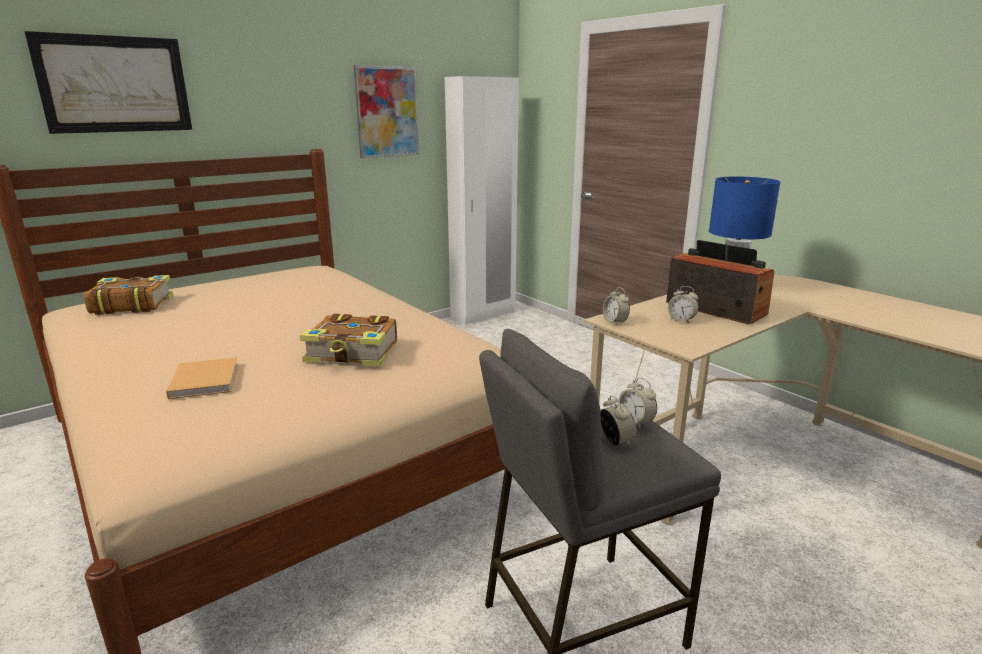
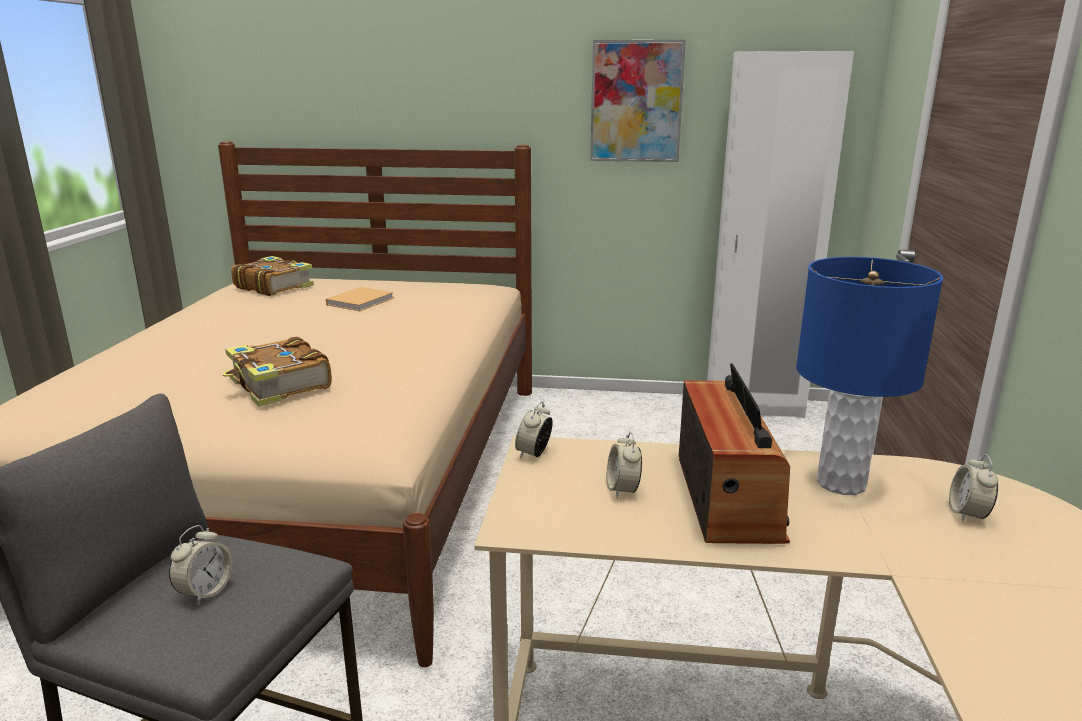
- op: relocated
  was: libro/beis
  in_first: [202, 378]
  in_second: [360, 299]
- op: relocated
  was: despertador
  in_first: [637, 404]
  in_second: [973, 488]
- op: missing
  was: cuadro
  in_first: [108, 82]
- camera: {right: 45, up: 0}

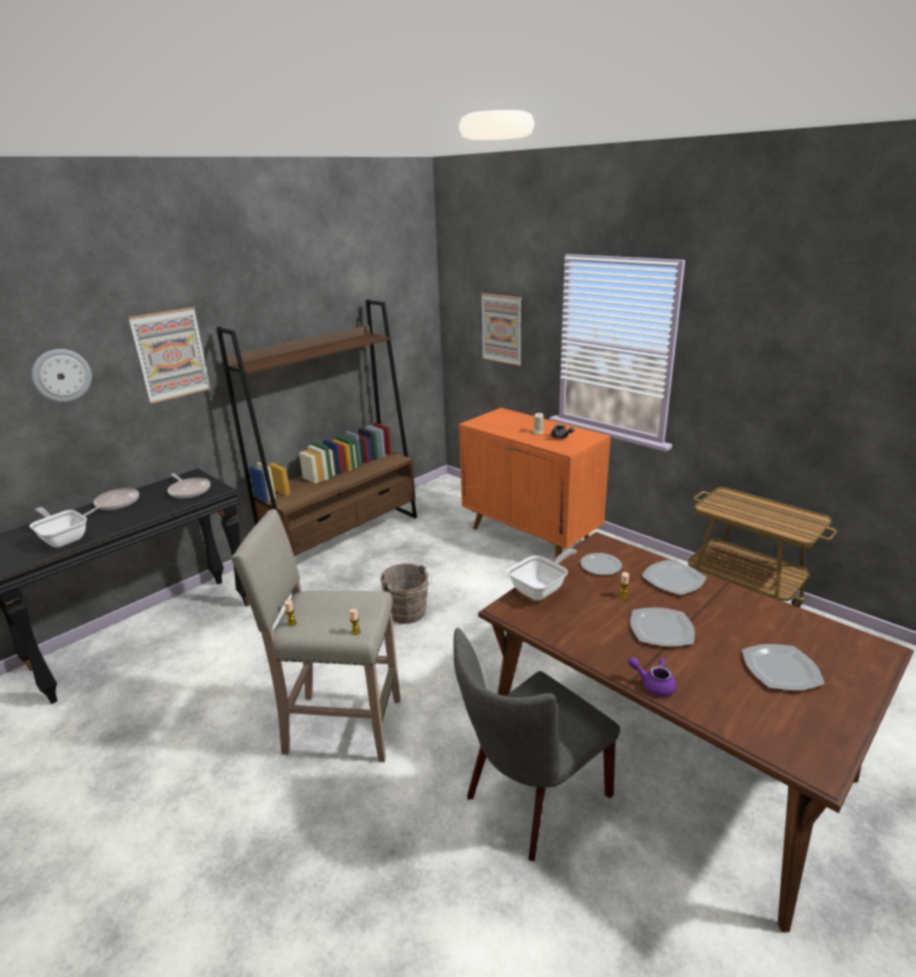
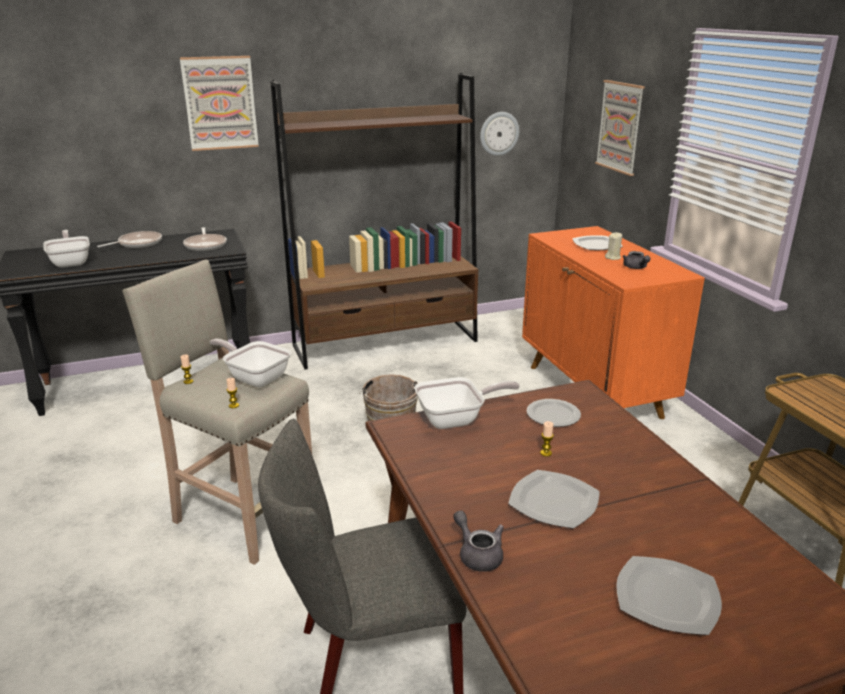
- op: appeared
  now: sartén
  in_second: [250, 363]
- op: colour
  was: tetera/morado
  now: tetera/gris
  in_first: [652, 677]
  in_second: [478, 541]
- op: relocated
  was: reloj de pared
  in_first: [61, 375]
  in_second: [499, 134]
- op: relocated
  was: plato
  in_first: [674, 577]
  in_second: [597, 243]
- camera: {right: 25, up: 0}

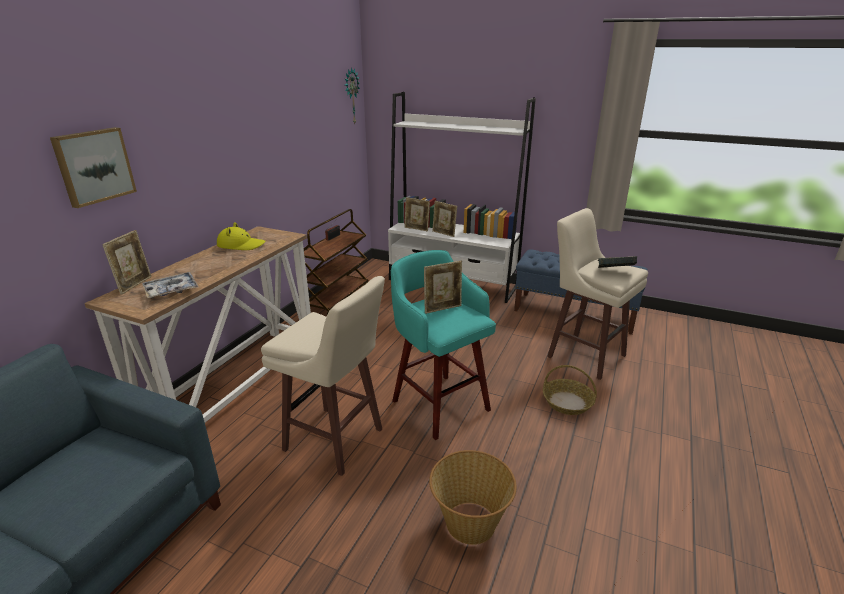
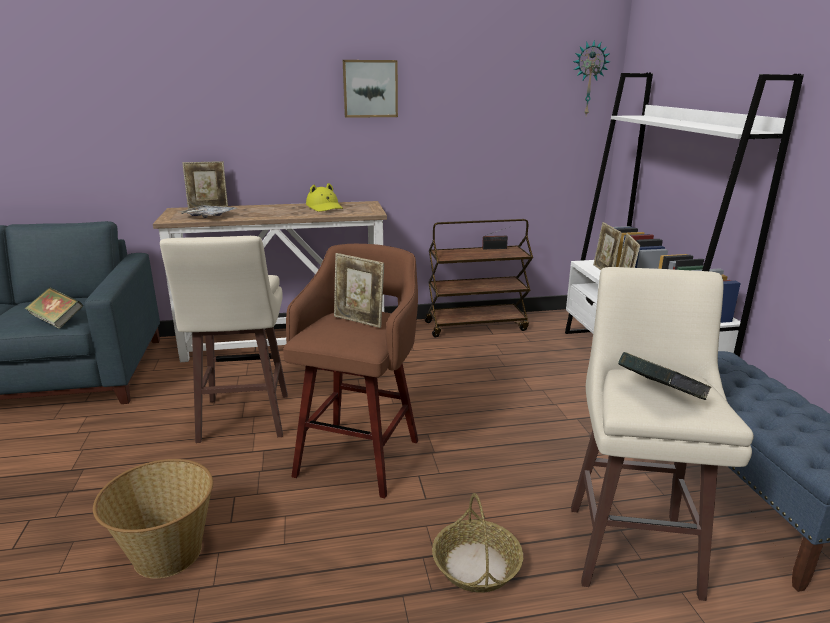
- op: appeared
  now: libro
  in_second: [54, 308]
- op: colour
  was: taburete/turquesa
  now: taburete/marrón
  in_first: [443, 345]
  in_second: [350, 371]
- op: relocated
  was: cuadro
  in_first: [93, 167]
  in_second: [370, 89]
- camera: {right: 55, up: -5}

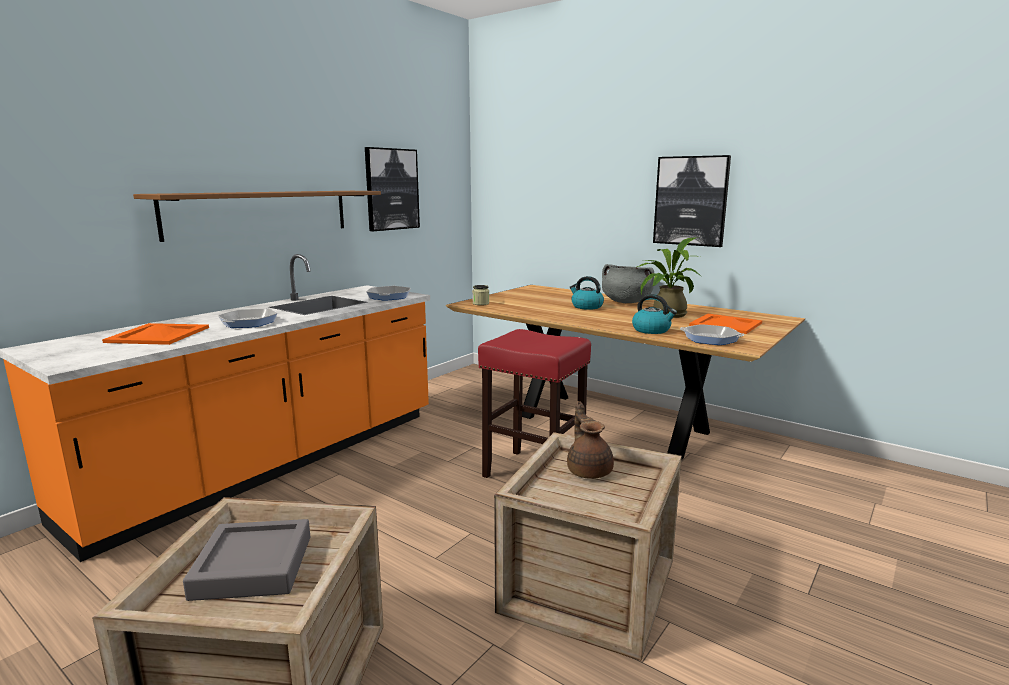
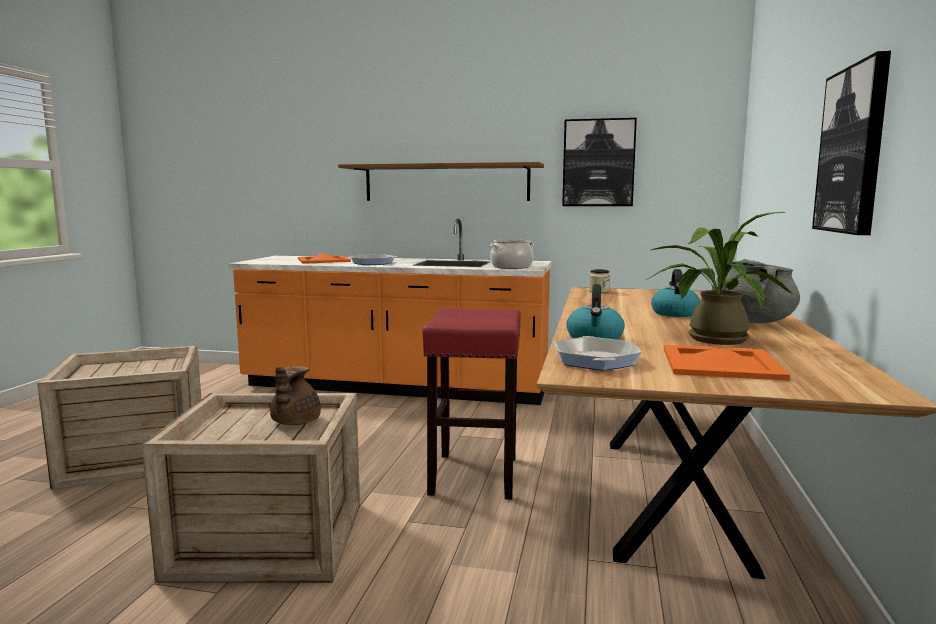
- op: spun
  was: tetera/marrón
  in_first: [590, 440]
  in_second: [295, 395]
  clockwise: 135
- op: exchanged
  was: sartén
  now: olla
  in_first: [389, 293]
  in_second: [512, 254]
- op: missing
  was: bandeja/gris
  in_first: [246, 560]
- camera: {right: 65, up: -5}

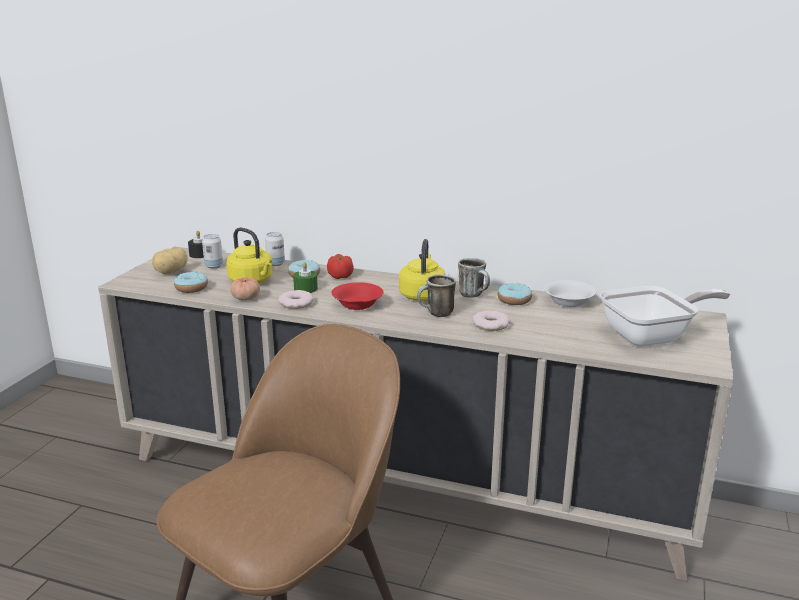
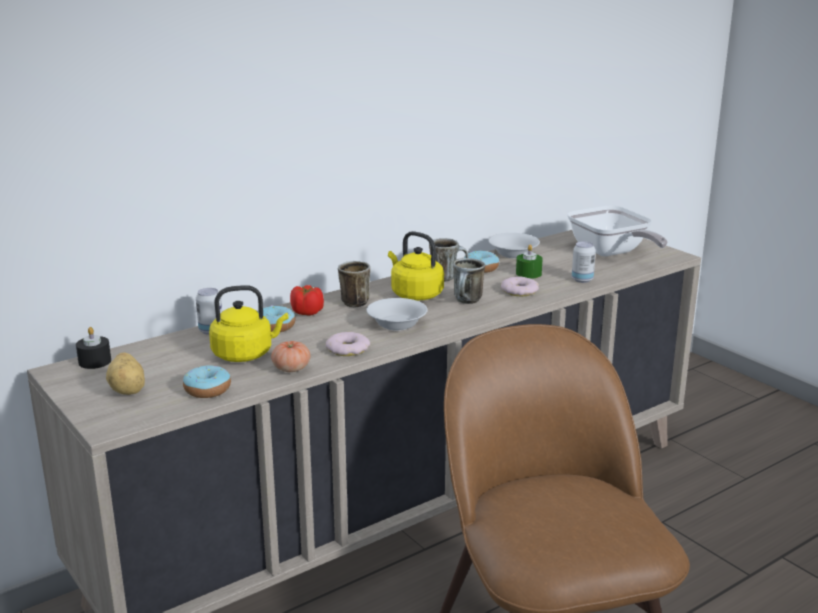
- op: appeared
  now: taza grande
  in_second: [354, 284]
- op: colour
  was: cuenco/rojo
  now: cuenco/blanco
  in_first: [357, 296]
  in_second: [397, 314]
- op: relocated
  was: vela/verde
  in_first: [305, 277]
  in_second: [529, 262]
- op: spun
  was: sartén
  in_first: [665, 316]
  in_second: [617, 230]
  clockwise: 135
- op: relocated
  was: lata
  in_first: [212, 251]
  in_second: [584, 262]
- camera: {right: -55, up: 0}

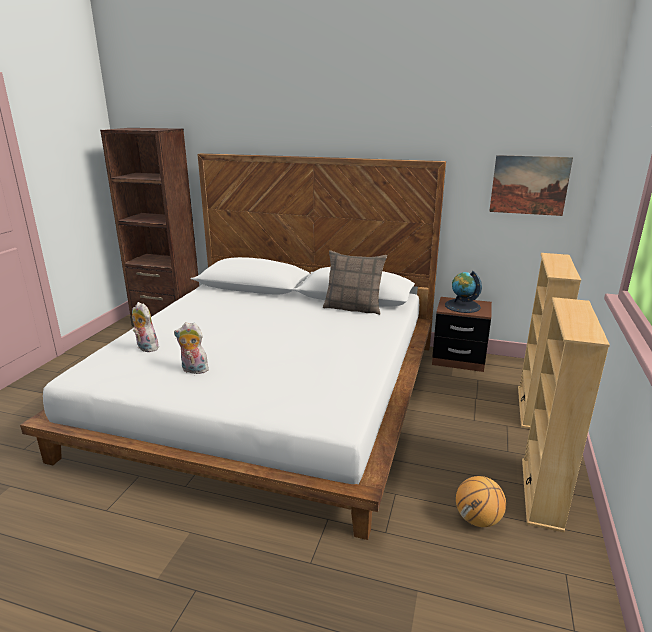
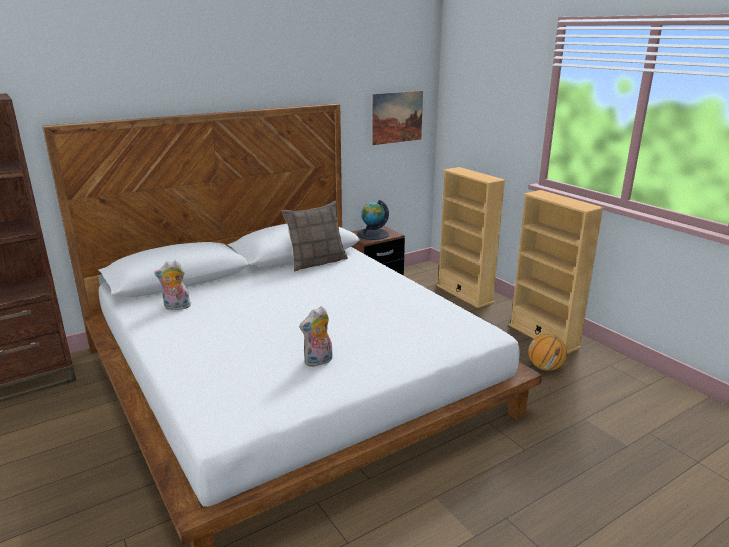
- op: relocated
  was: peluche
  in_first: [145, 327]
  in_second: [172, 285]
- camera: {right: -50, up: 0}

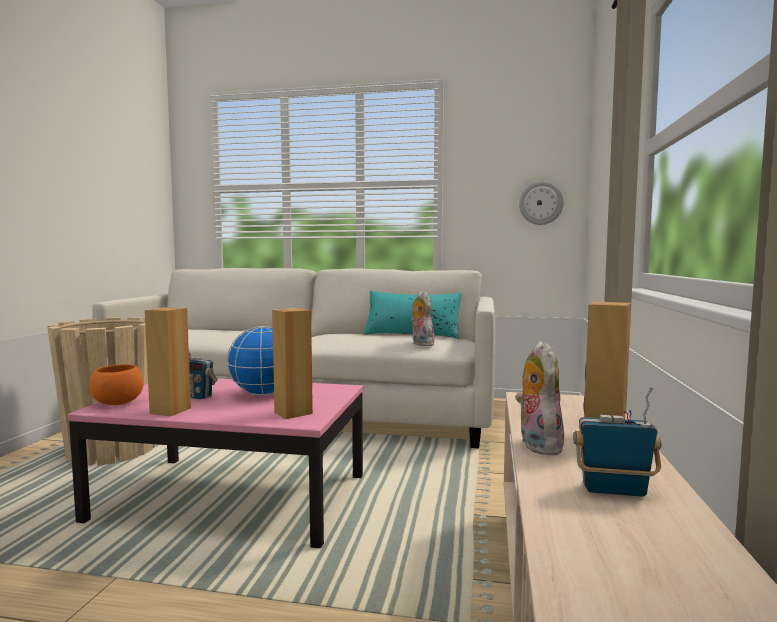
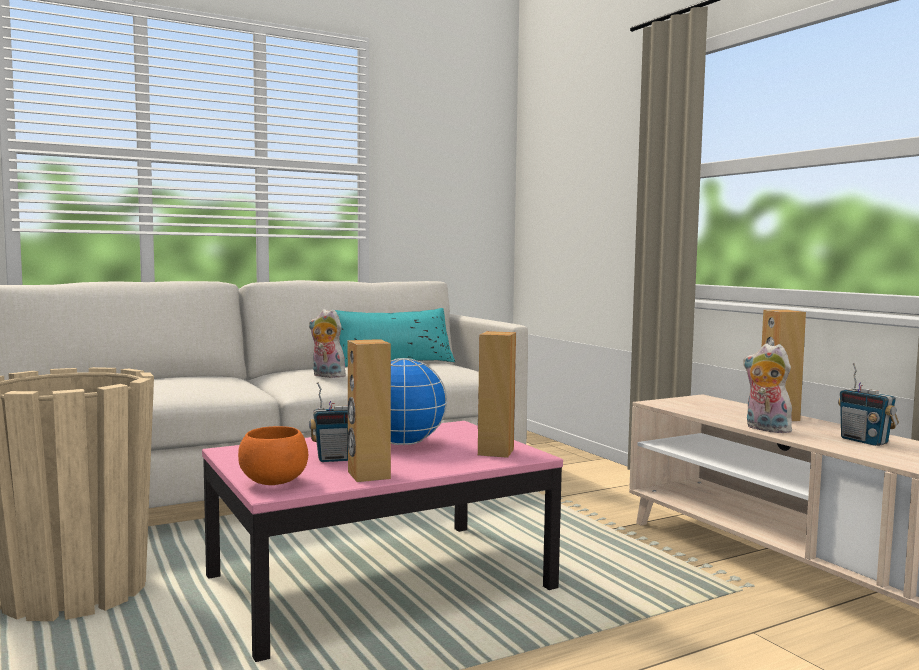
- op: relocated
  was: peluche
  in_first: [423, 319]
  in_second: [327, 343]
- op: spun
  was: radio
  in_first: [617, 442]
  in_second: [868, 404]
  clockwise: -90
- op: missing
  was: reloj de pared
  in_first: [541, 203]
- camera: {right: -40, up: 0}

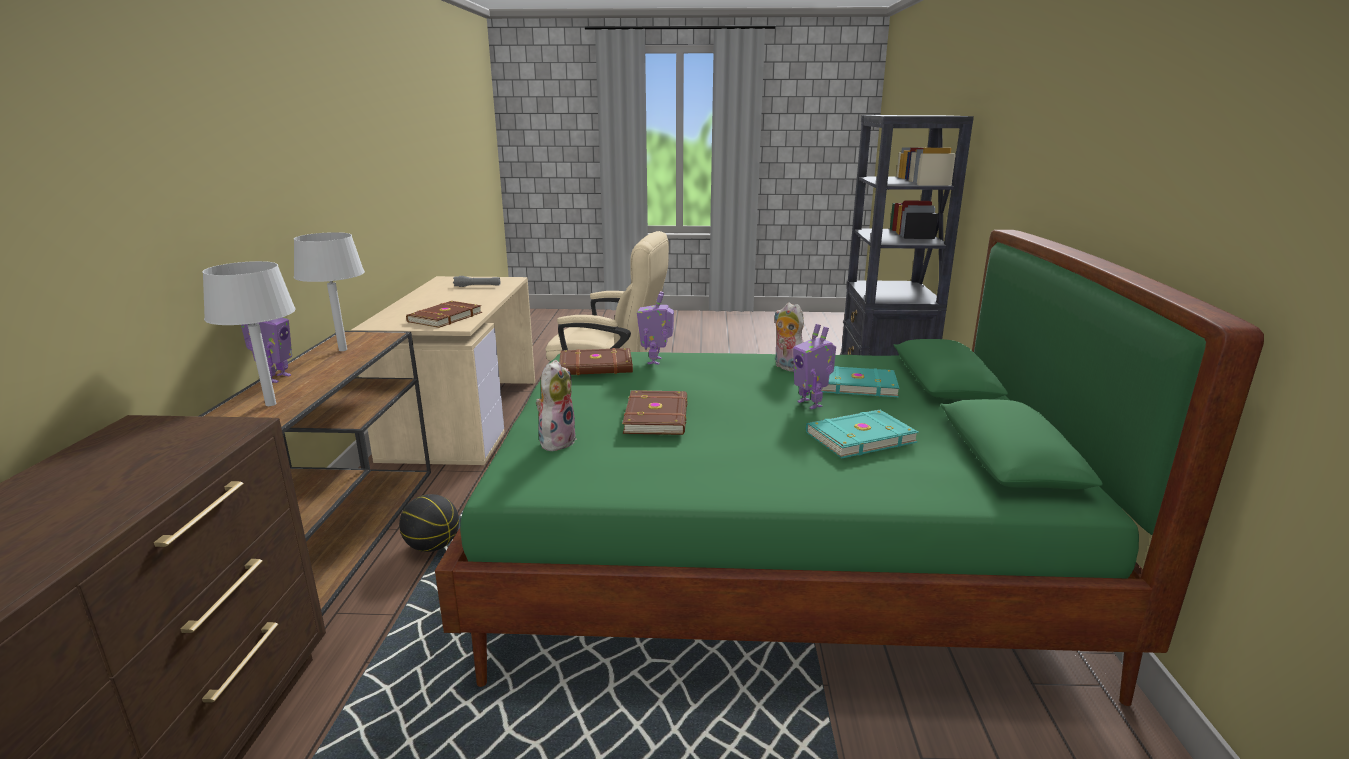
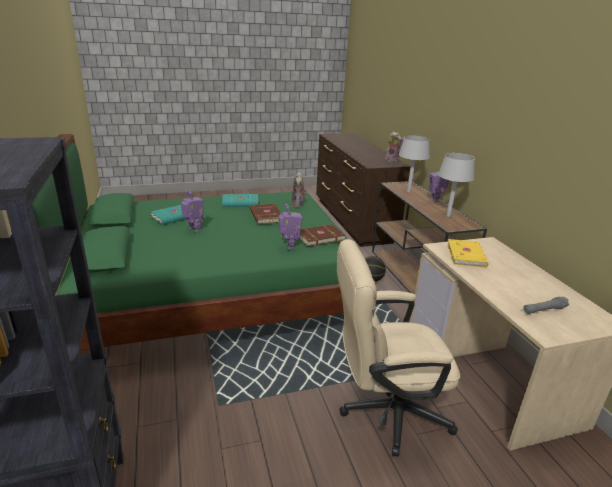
- op: relocated
  was: libro/turquesa
  in_first: [860, 381]
  in_second: [240, 200]
- op: relocated
  was: peluche
  in_first: [789, 337]
  in_second: [394, 147]
- op: colour
  was: libro/marrón
  now: libro/amarillo
  in_first: [444, 314]
  in_second: [468, 253]
- camera: {right: 160, up: 5}

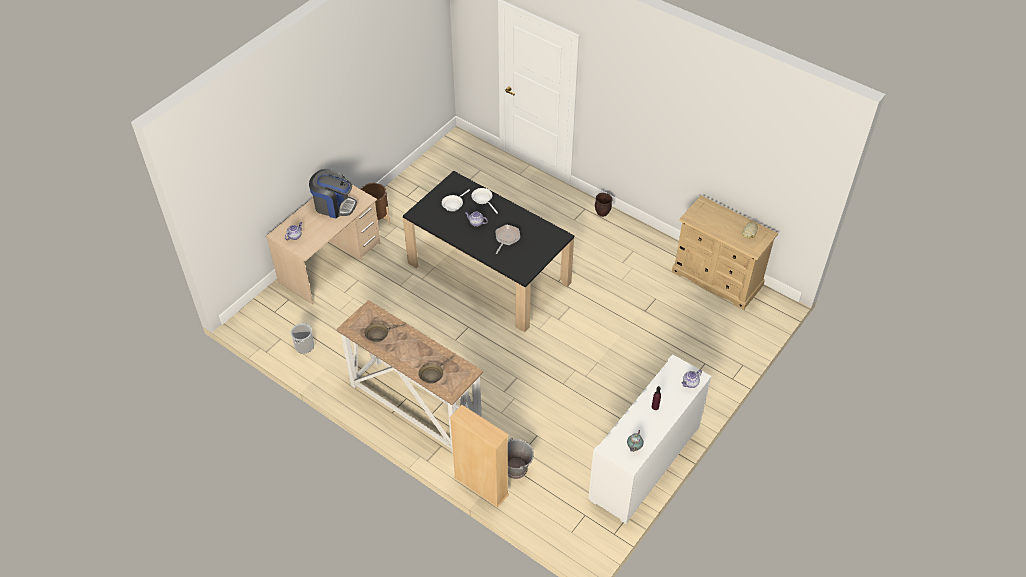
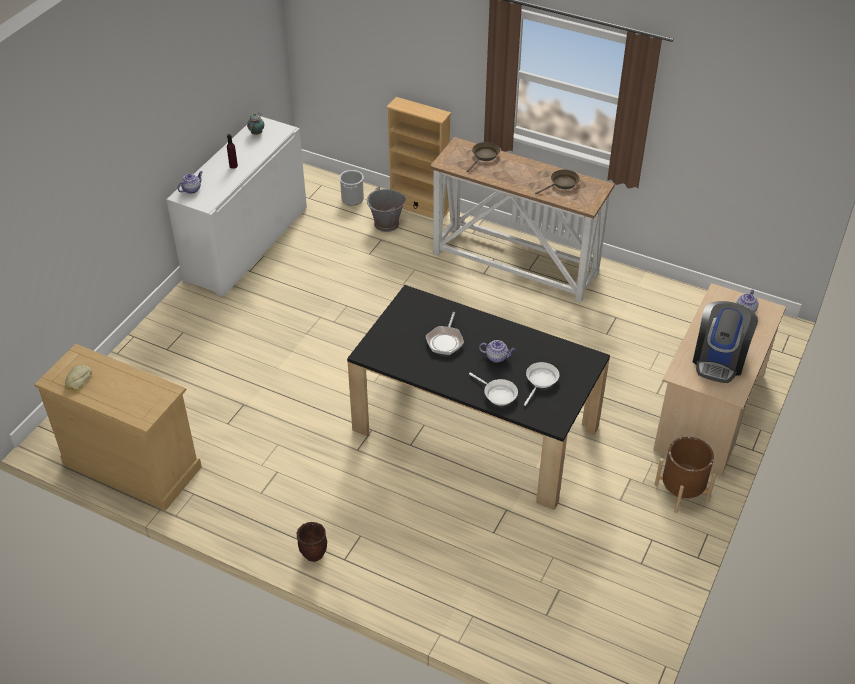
- op: relocated
  was: cubo
  in_first: [302, 338]
  in_second: [351, 188]
- op: spun
  was: cafetera
  in_first: [333, 193]
  in_second: [725, 342]
  clockwise: -75
- camera: {right: 170, up: -5}

